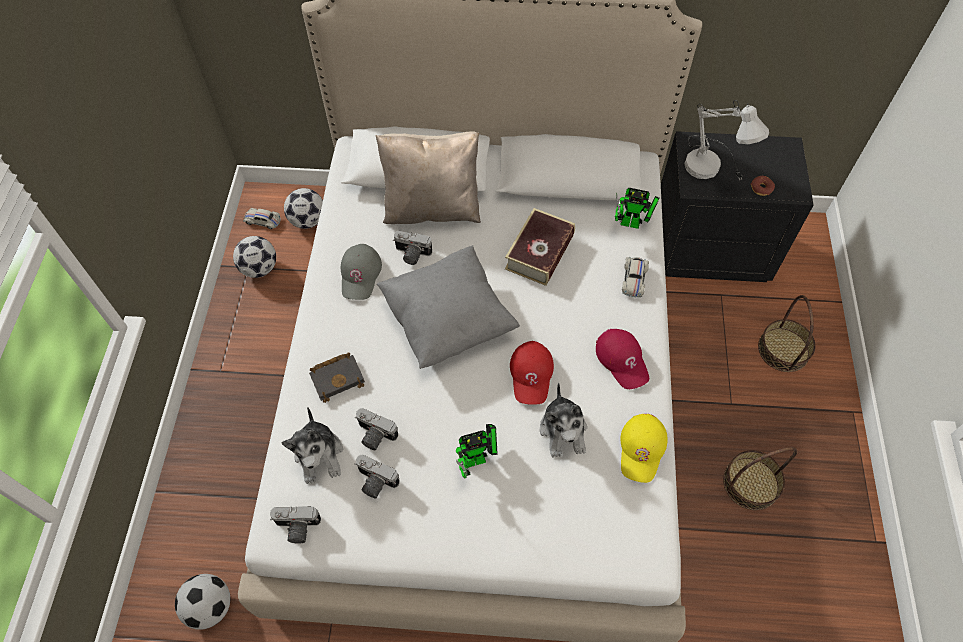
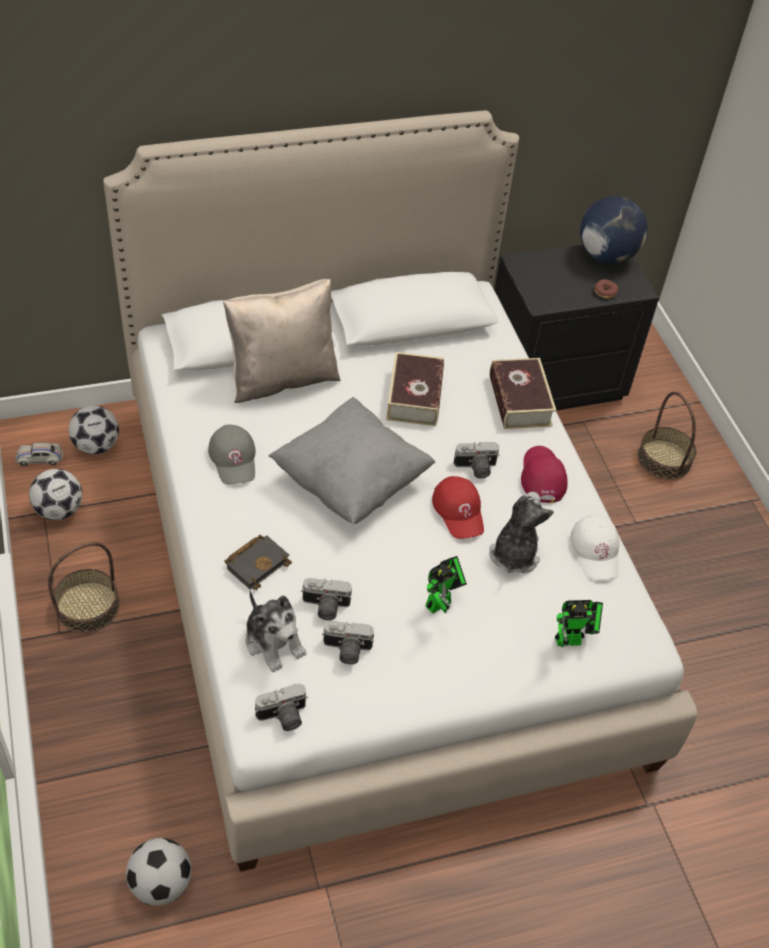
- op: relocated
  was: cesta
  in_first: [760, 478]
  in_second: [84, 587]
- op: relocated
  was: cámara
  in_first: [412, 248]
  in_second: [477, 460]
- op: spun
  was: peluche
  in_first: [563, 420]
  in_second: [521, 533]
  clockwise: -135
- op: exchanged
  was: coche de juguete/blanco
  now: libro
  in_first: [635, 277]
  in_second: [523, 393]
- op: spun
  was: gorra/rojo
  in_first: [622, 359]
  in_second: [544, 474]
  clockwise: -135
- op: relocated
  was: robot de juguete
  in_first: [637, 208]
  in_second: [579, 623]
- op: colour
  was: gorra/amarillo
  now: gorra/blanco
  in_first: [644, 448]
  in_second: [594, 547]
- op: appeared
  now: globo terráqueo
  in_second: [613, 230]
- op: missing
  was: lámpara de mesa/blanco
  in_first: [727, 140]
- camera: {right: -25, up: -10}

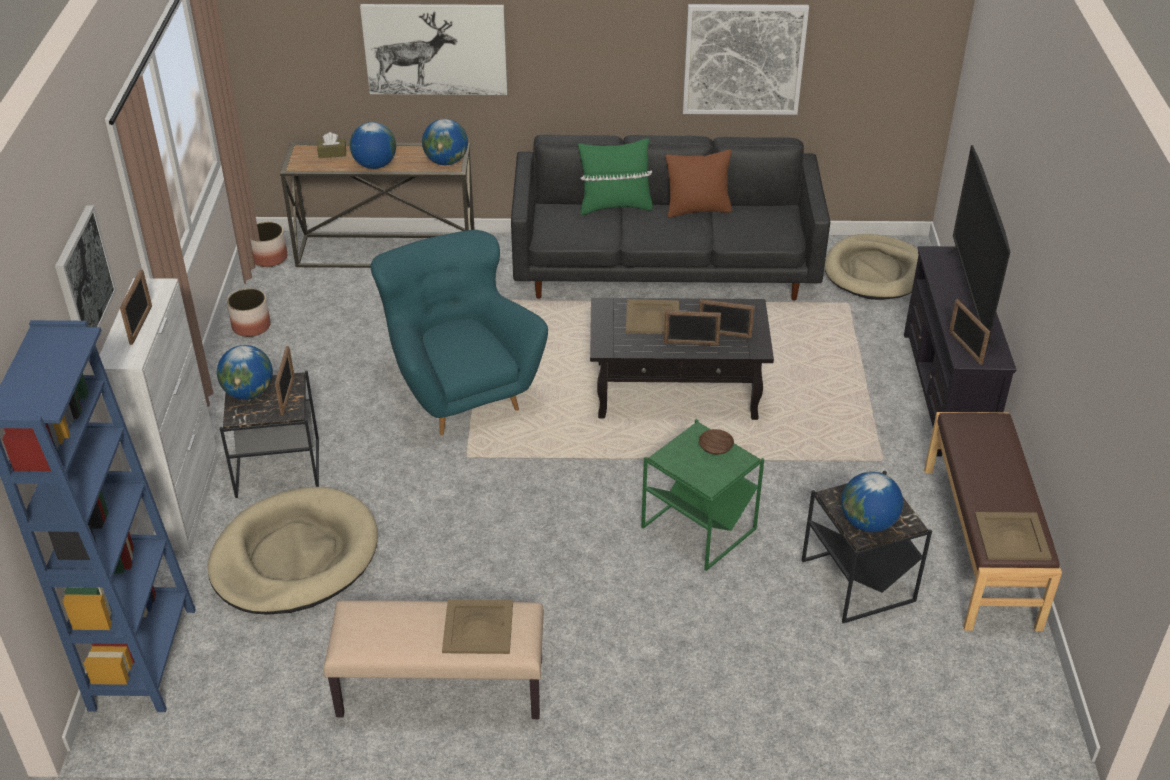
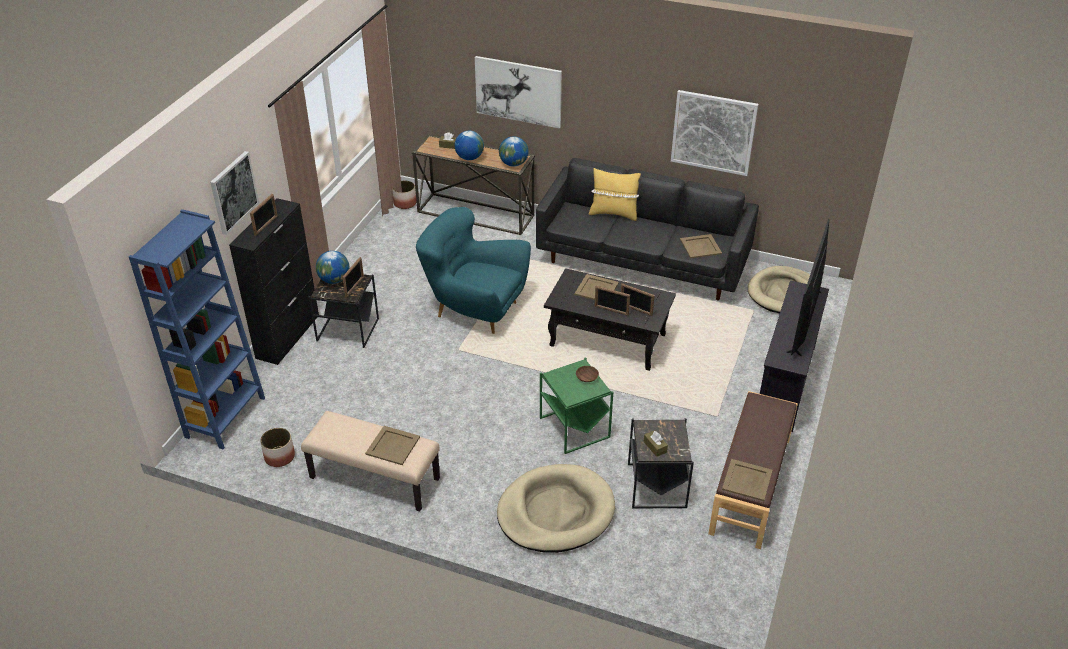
- op: colour
  was: armario/blanco
  now: armario/negro
  in_first: [159, 414]
  in_second: [274, 281]
- op: relocated
  was: maceta
  in_first: [249, 312]
  in_second: [277, 447]
- op: spun
  was: sillón/turquesa
  in_first: [459, 332]
  in_second: [473, 270]
  clockwise: -60
- op: relocated
  was: cama para perro/beis
  in_first: [293, 551]
  in_second: [556, 508]
- op: colour
  was: cojín/verde
  now: cojín/amarillo
  in_first: [615, 176]
  in_second: [615, 194]
- op: exchanged
  was: globo terráqueo
  now: caja de pañuelos/marrón
  in_first: [872, 502]
  in_second: [655, 443]
- op: appeared
  now: bandeja/beis
  in_second: [701, 246]
- op: missing
  was: cojín/marrón
  in_first: [699, 183]
- op: missing
  was: portarretratos
  in_first: [969, 332]
- camera: {right: 20, up: 0}

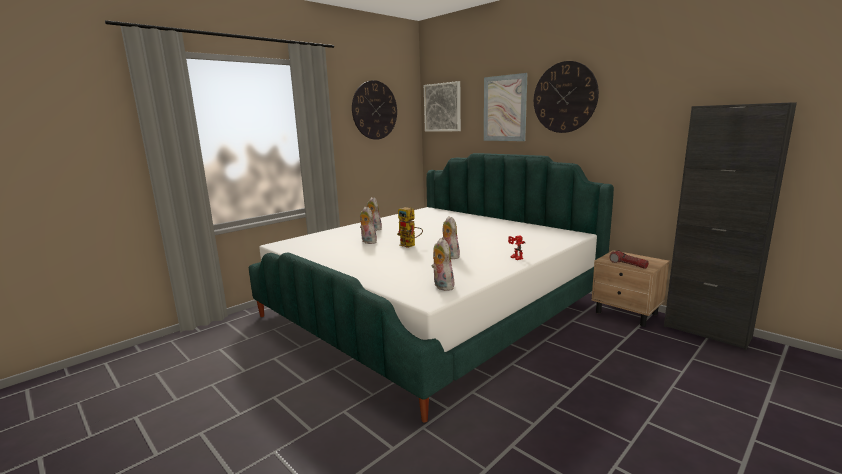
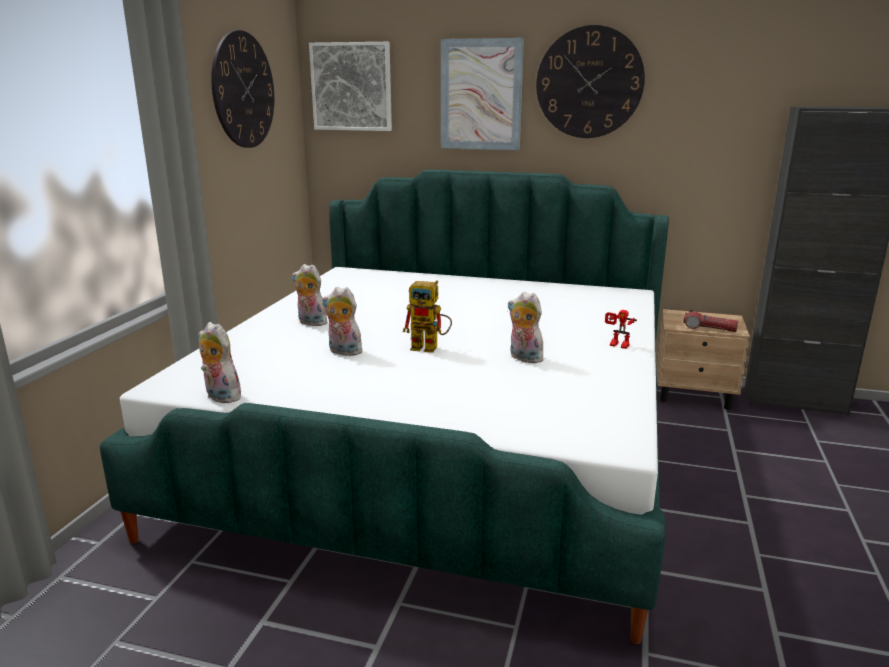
- op: relocated
  was: peluche
  in_first: [442, 264]
  in_second: [219, 362]
- camera: {right: -30, up: 5}

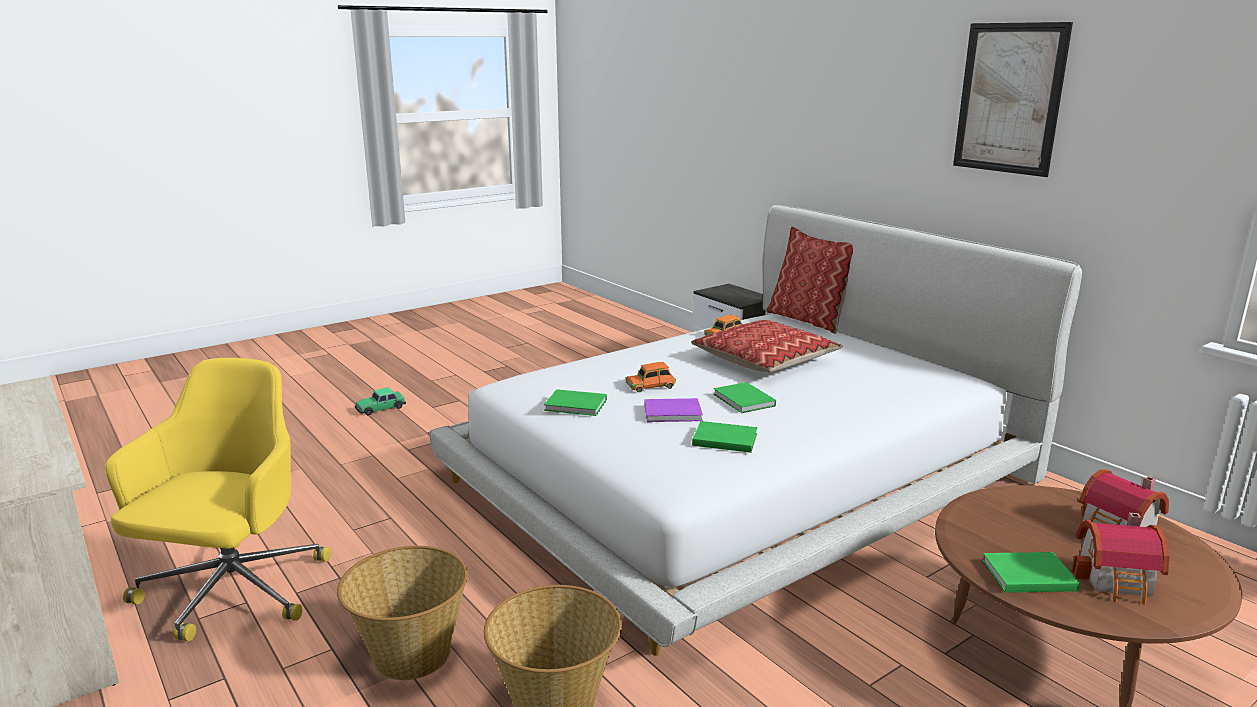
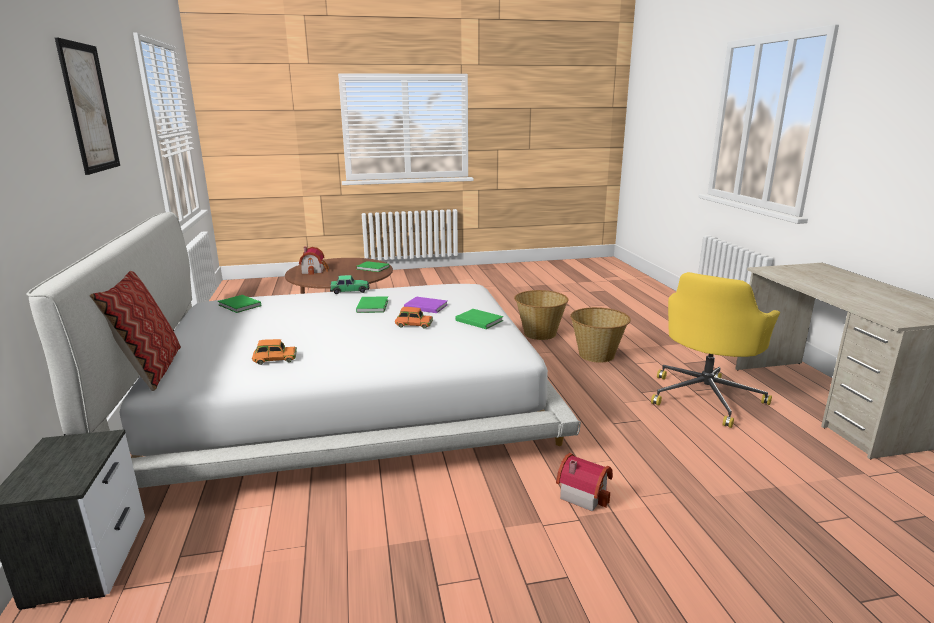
- op: relocated
  was: libro/verde
  in_first: [725, 437]
  in_second: [239, 304]
- op: relocated
  was: coche de juguete
  in_first: [380, 401]
  in_second: [349, 284]
- op: relocated
  was: casita
  in_first: [1120, 559]
  in_second: [584, 482]
- op: missing
  was: cojín
  in_first: [767, 346]
- camera: {right: -155, up: 0}

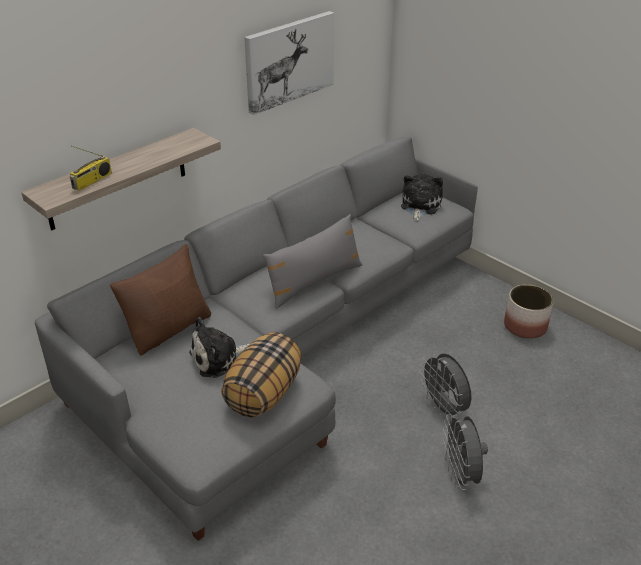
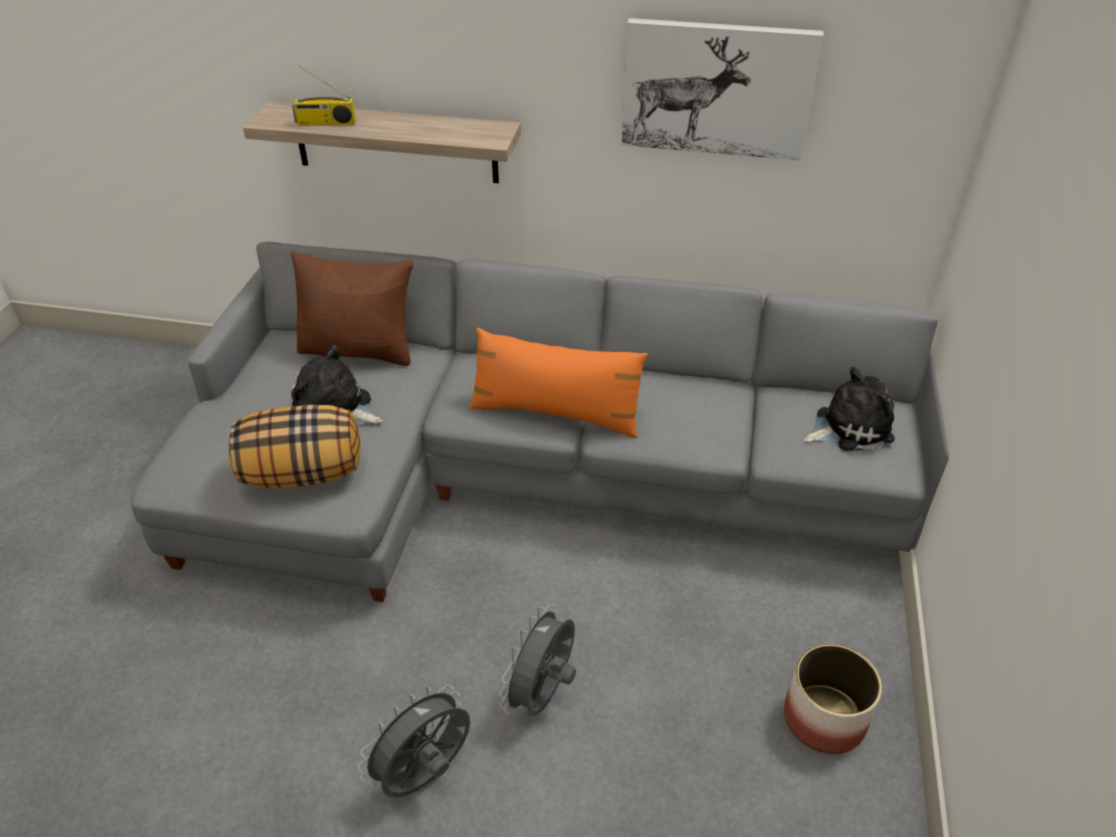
- op: colour
  was: cojín/gris
  now: cojín/naranja
  in_first: [313, 261]
  in_second: [558, 383]
- camera: {right: 55, up: 5}

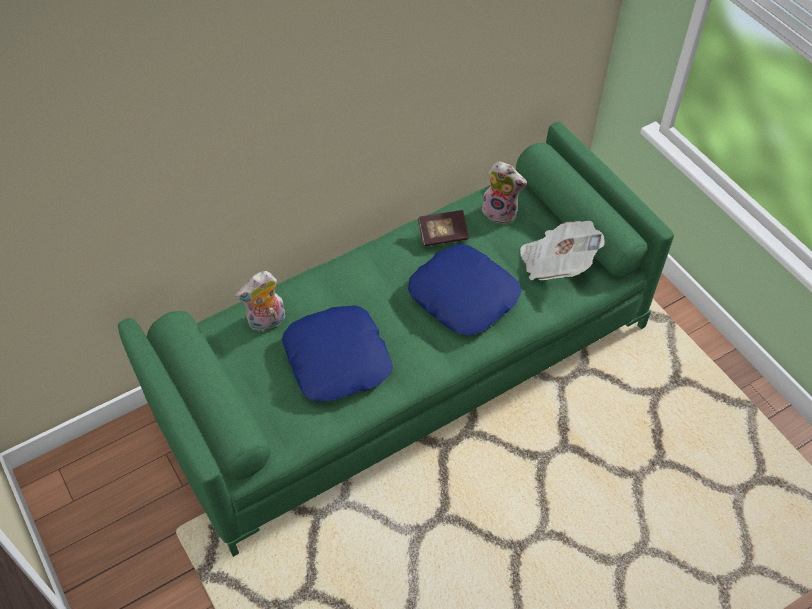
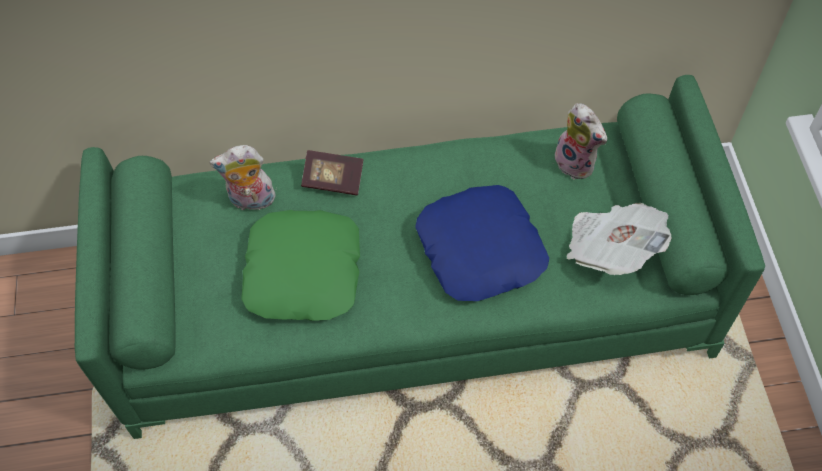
- op: colour
  was: cojín/azul
  now: cojín/verde
  in_first: [337, 353]
  in_second: [300, 265]
- op: relocated
  was: libro
  in_first: [443, 228]
  in_second: [332, 173]
- camera: {right: 25, up: 5}

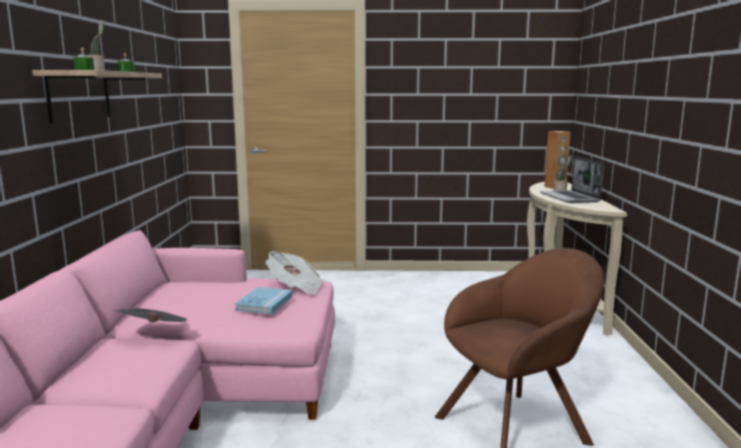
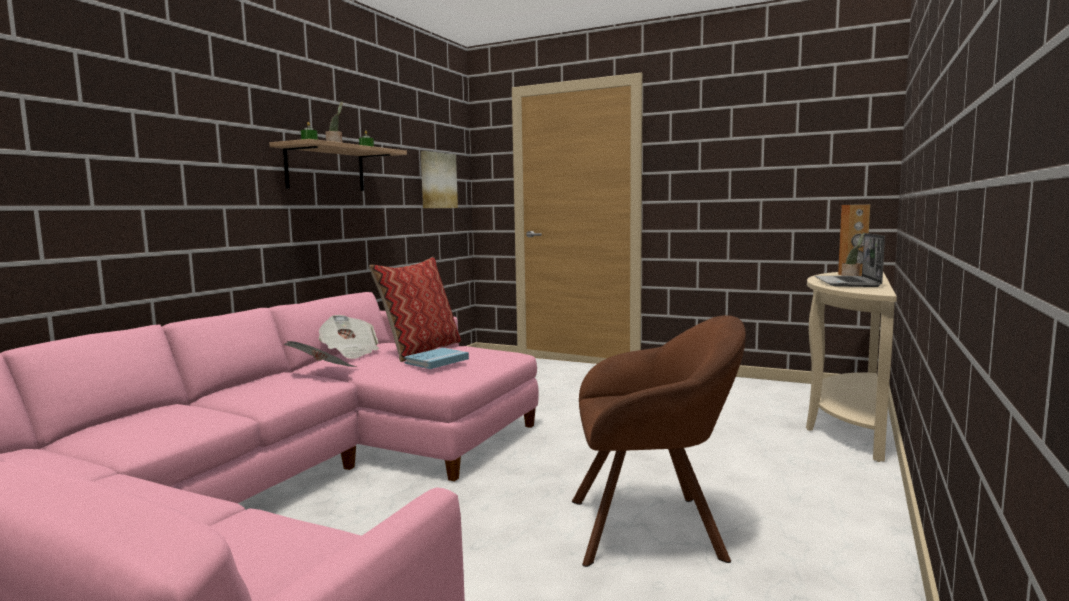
- op: relocated
  was: periódico
  in_first: [295, 273]
  in_second: [349, 337]
- op: appeared
  now: cojín
  in_second: [415, 309]
- op: appeared
  now: cuadro
  in_second: [439, 179]
- camera: {right: 25, up: -5}

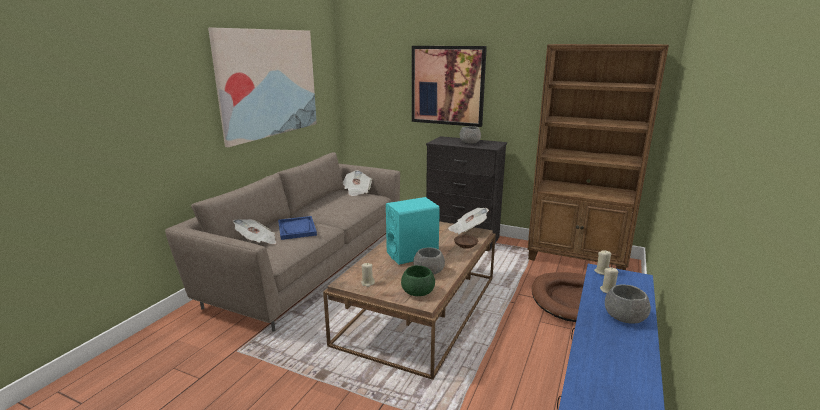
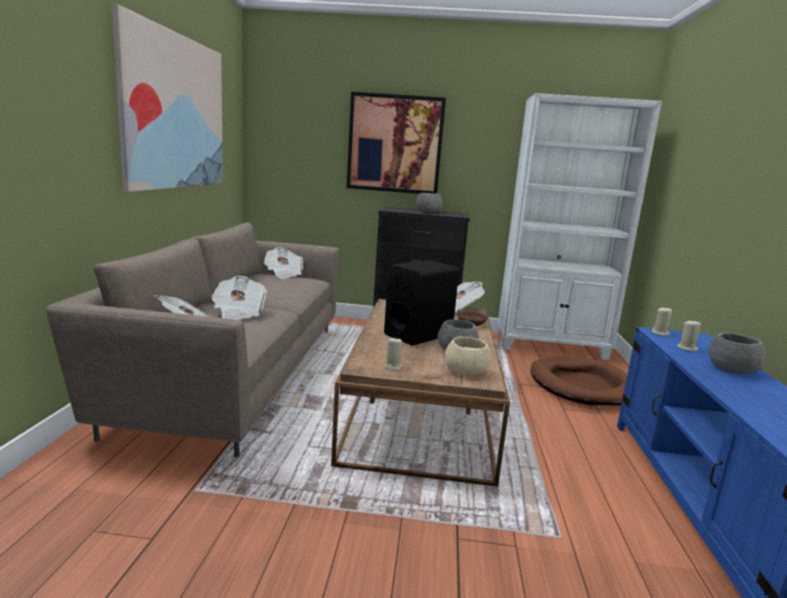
- op: exchanged
  was: bandeja/azul
  now: periódico
  in_first: [297, 228]
  in_second: [239, 298]
- op: colour
  was: altavoz/turquesa
  now: altavoz/negro
  in_first: [413, 231]
  in_second: [421, 303]
- op: colour
  was: cuenco/verde
  now: cuenco/beis
  in_first: [418, 280]
  in_second: [468, 355]
- op: colour
  was: estantería/marrón
  now: estantería/blanco
  in_first: [598, 157]
  in_second: [580, 226]
- camera: {right: -20, up: -5}

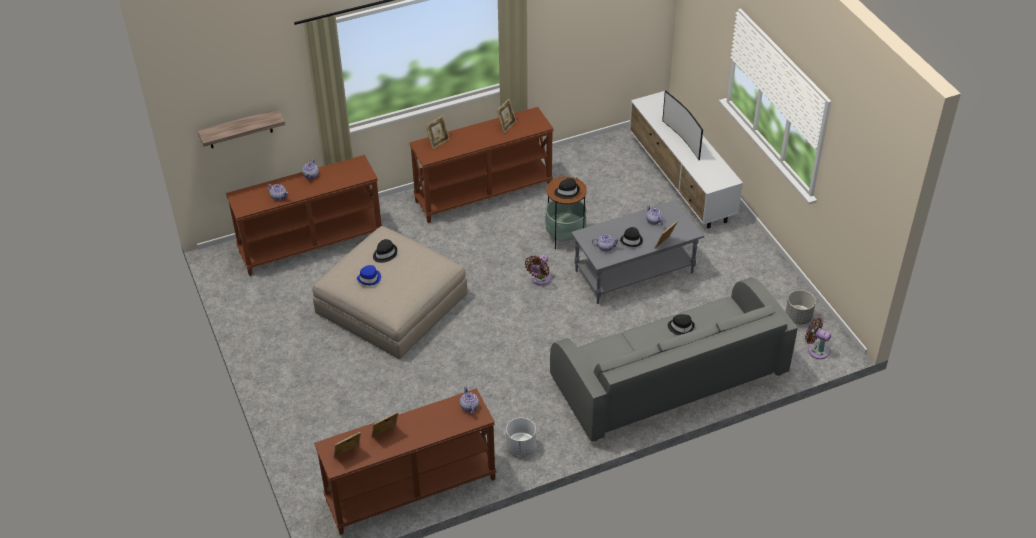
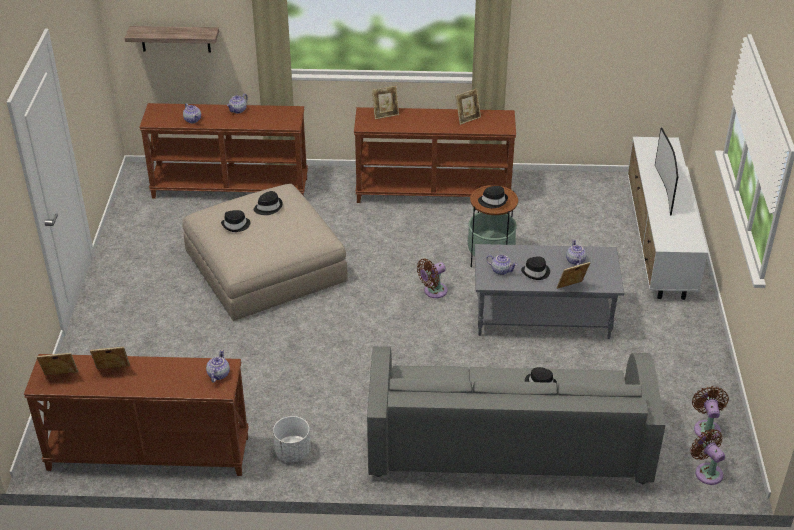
- op: colour
  was: sombrero/azul
  now: sombrero/negro
  in_first: [369, 275]
  in_second: [236, 221]
- op: exchanged
  was: maceta/gris
  now: ventilador/marrón
  in_first: [800, 307]
  in_second: [710, 412]
- camera: {right: 25, up: -5}

